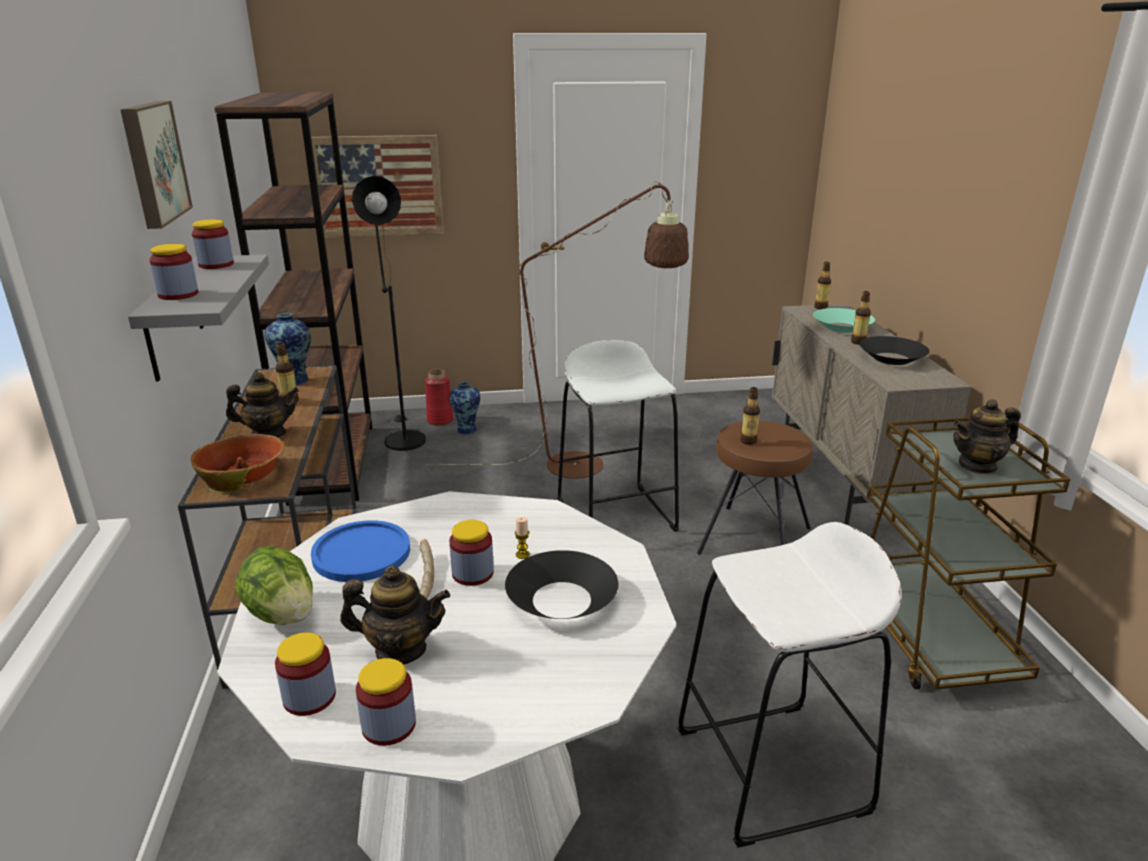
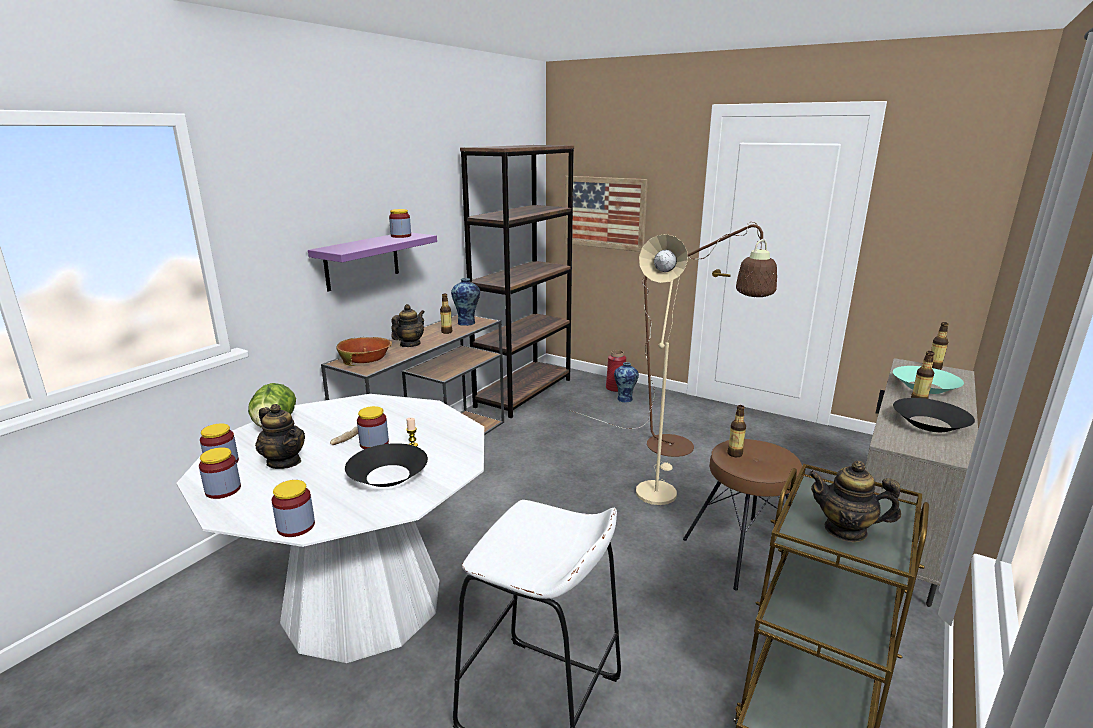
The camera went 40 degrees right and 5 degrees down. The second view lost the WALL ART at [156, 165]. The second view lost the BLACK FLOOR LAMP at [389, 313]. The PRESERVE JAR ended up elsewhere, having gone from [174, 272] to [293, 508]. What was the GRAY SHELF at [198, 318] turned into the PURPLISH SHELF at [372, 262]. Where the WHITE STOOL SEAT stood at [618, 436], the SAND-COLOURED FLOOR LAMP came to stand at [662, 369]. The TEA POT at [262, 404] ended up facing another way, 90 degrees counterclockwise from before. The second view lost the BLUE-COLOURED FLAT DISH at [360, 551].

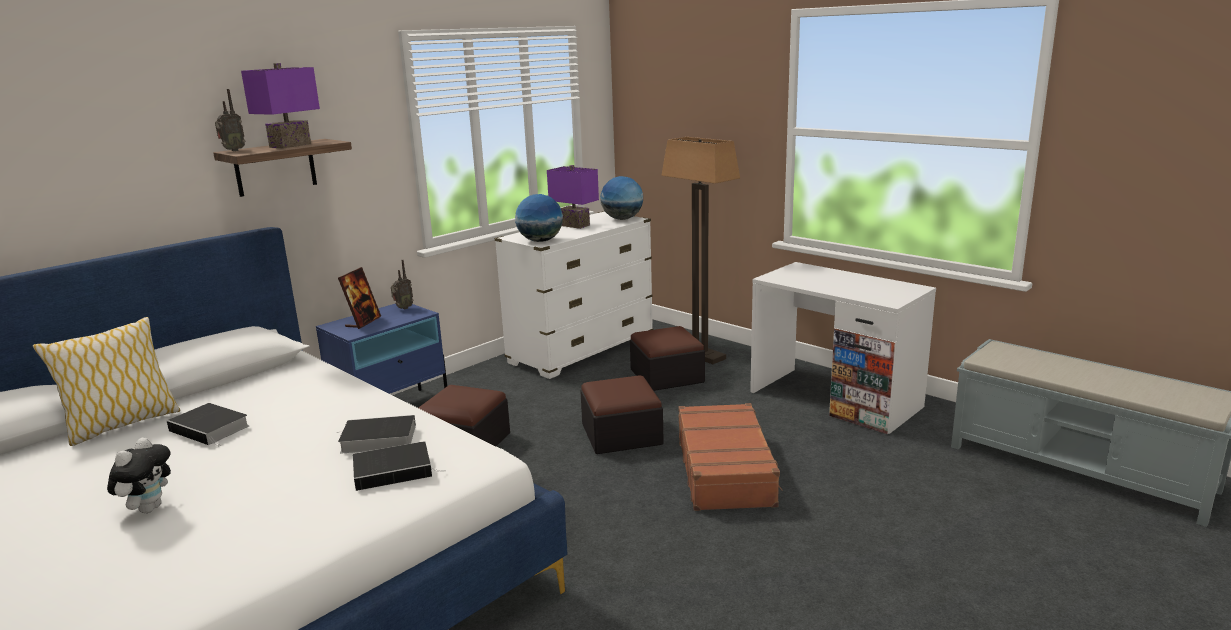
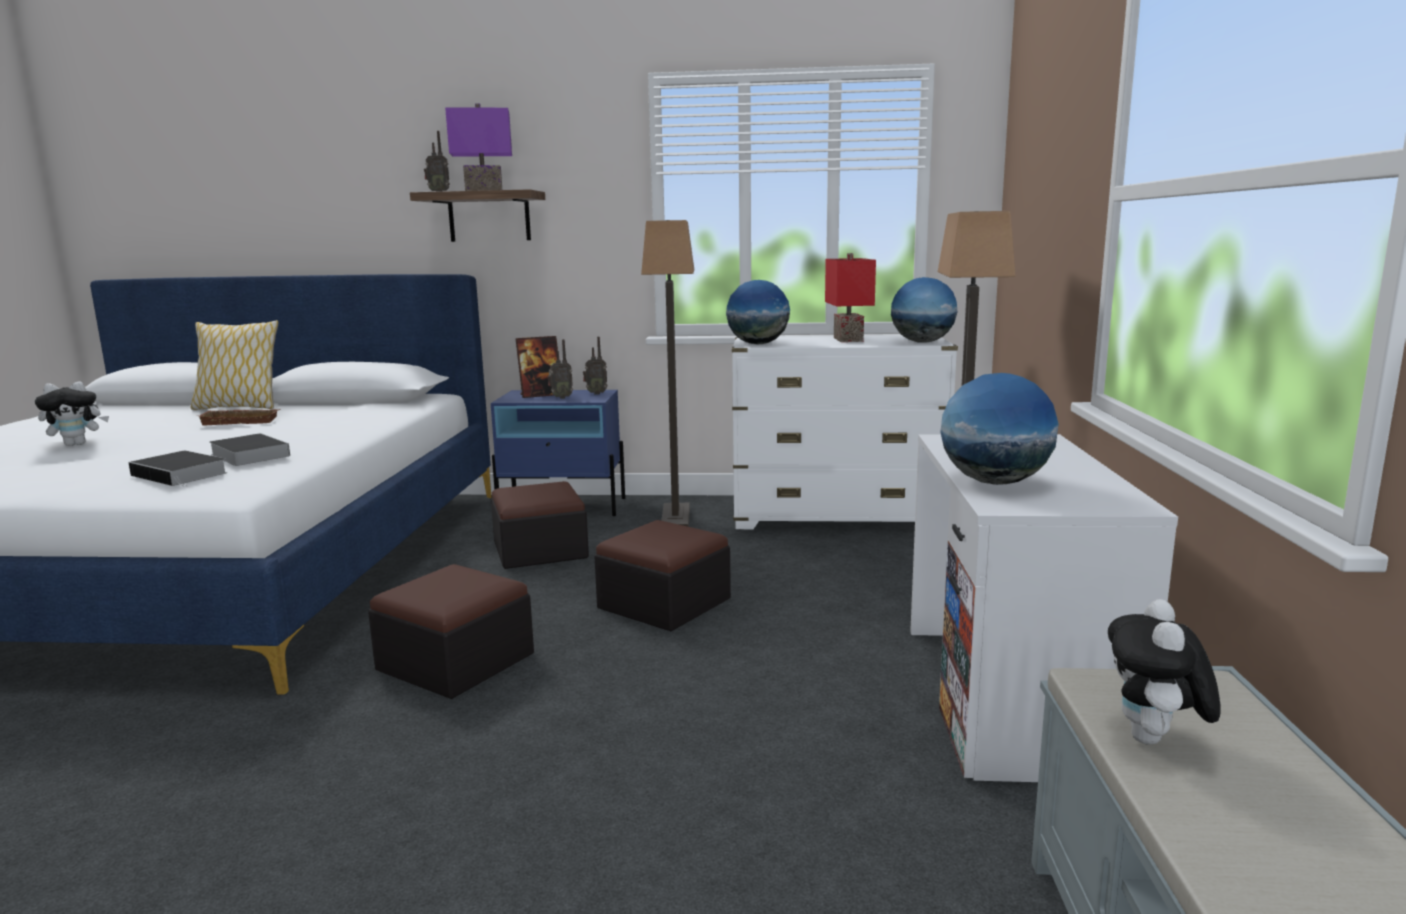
The camera went 50 degrees right and 5 degrees down. What was the PURPLISH TABLE LAMP at [573, 197] turned into the REDDISH TABLE LAMP at [850, 297]. The FOOTREST ended up elsewhere, having gone from [667, 358] to [451, 631]. Where the BOUND BOOK stood at [208, 424], the BROWNISH SERVING TRAY came to stand at [240, 417]. The second view lost the BROWNISH PIECE OF LUGGAGE at [730, 457]. The second view gained the FLOOR LAMP at [667, 373]. The second view gained the RADIO at [560, 369]. The second view gained the GLOBE at [999, 429]. The second view gained the SOFT TOY at [1164, 672].

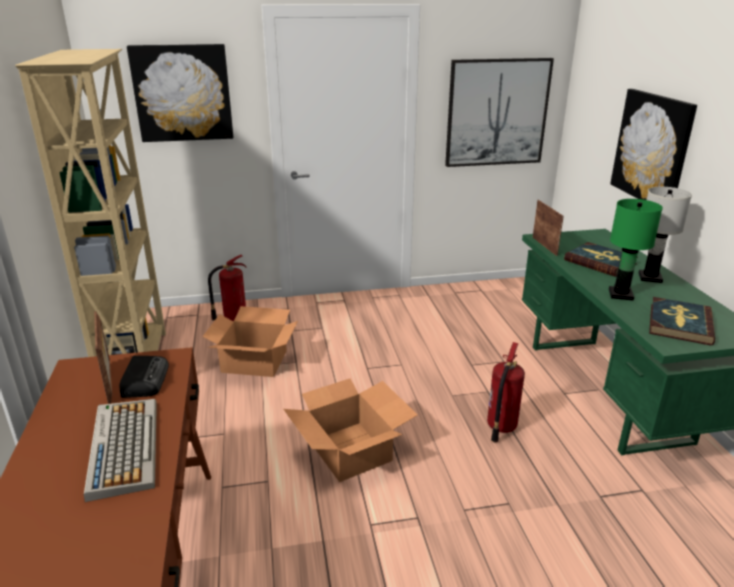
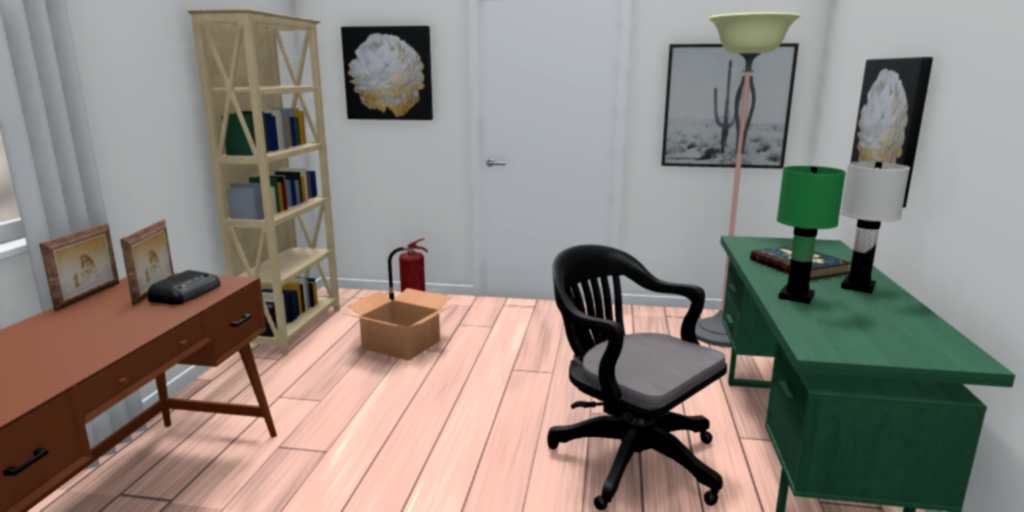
The camera went 20 degrees right and 10 degrees down. The PICTURE FRAME ended up elsewhere, having gone from [548, 228] to [79, 267]. The second view lost the BOUND BOOK at [682, 321]. Where the FIRE-FIGHTING CYLINDER stood at [506, 392], the BLACK COMPUTER CHAIR came to stand at [637, 377]. The second view lost the CARTON at [350, 430]. The second view lost the PC KEYBOARD at [120, 450]. The second view gained the FLOOR LAMP at [748, 179].

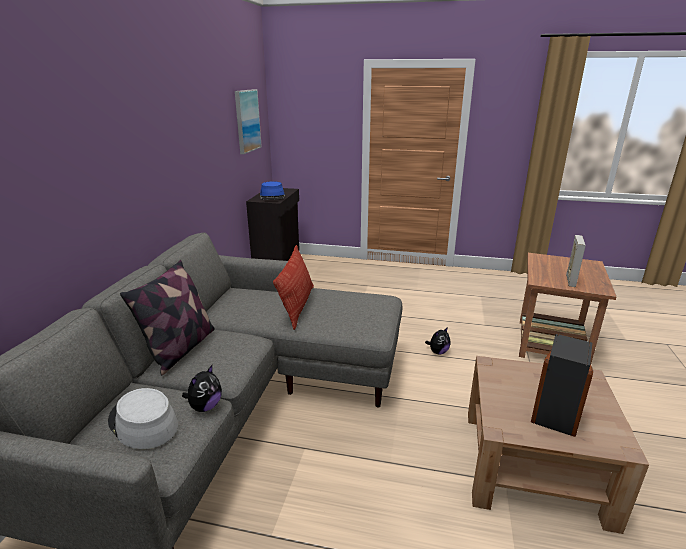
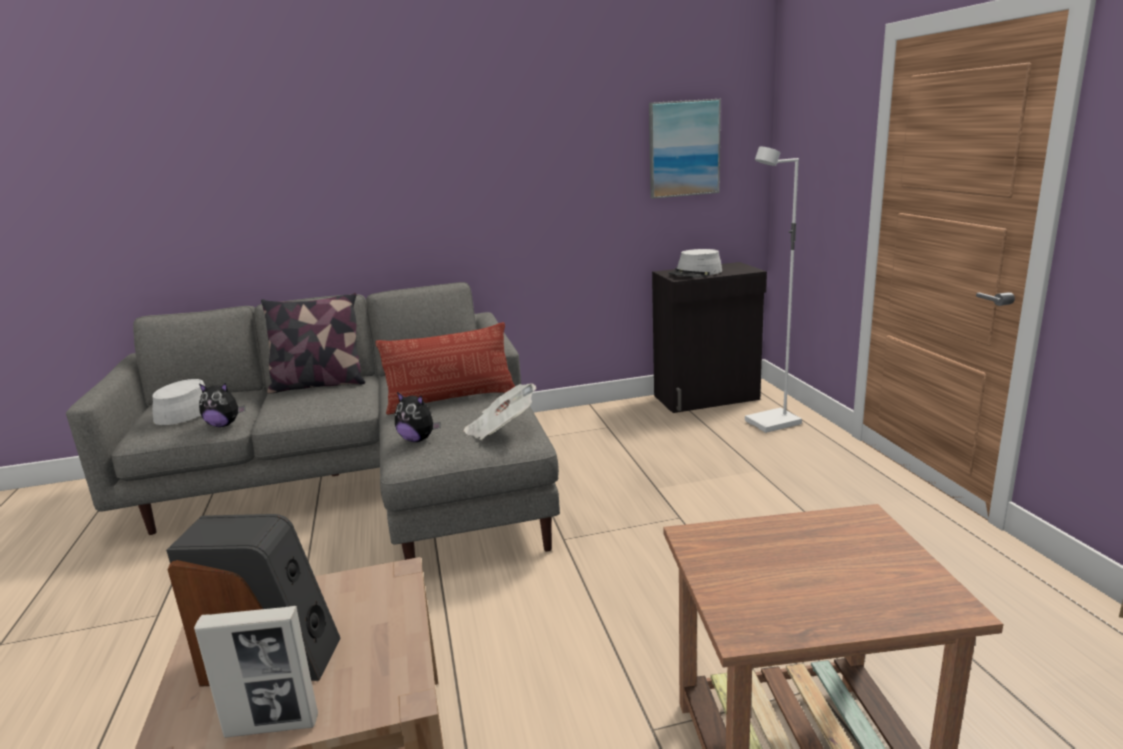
The camera went 65 degrees right and 5 degrees down. What was the BLUE-COLOURED WEARABLE HAT at [272, 190] turned into the GRAY WEARABLE HAT at [695, 263]. The PICTURE FRAME ended up elsewhere, having gone from [576, 261] to [256, 672]. The SOFT TOY ended up elsewhere, having gone from [438, 341] to [418, 417]. The second view gained the WHITE FLOOR LAMP at [773, 290]. The second view gained the NEWSPAPER at [500, 412].

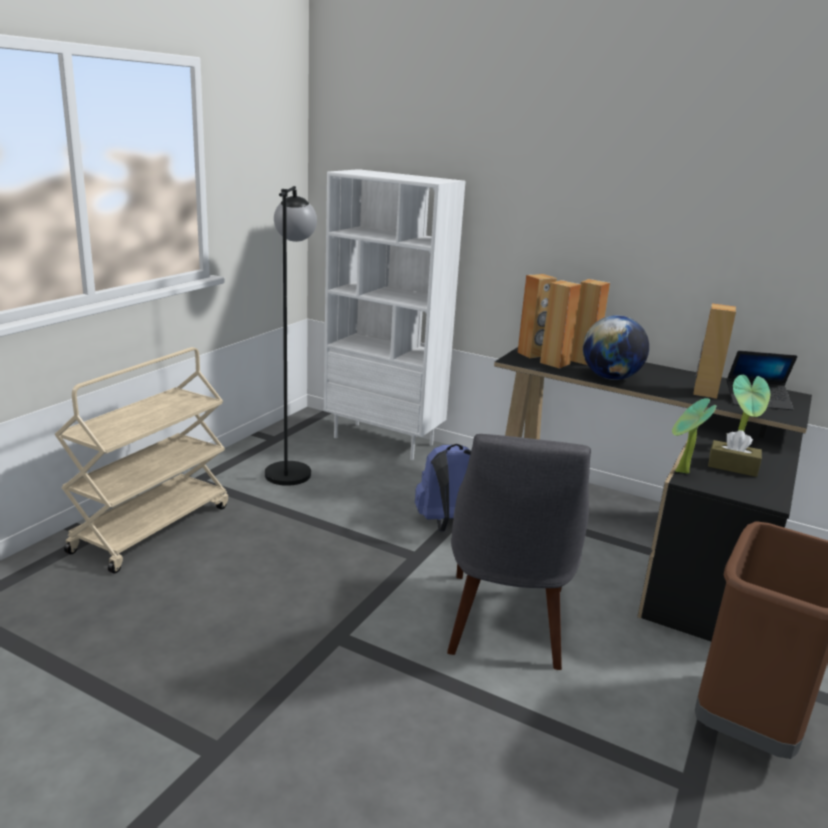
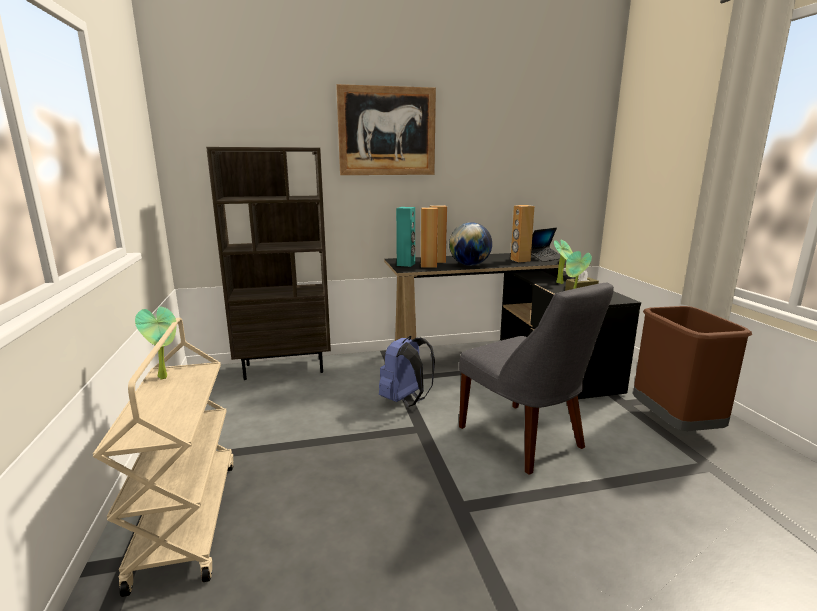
The camera went 40 degrees left and 5 degrees down. What was the WHITE BOOKCASE at [395, 314] turned into the BROWNISH BOOKCASE at [268, 263]. The second view lost the BLACK FLOOR LAMP at [291, 336]. What was the BROWNISH AUDIO SPEAKER at [537, 316] turned into the TURQUOISE-COLOURED AUDIO SPEAKER at [405, 237]. The second view gained the WALL ART at [386, 129]. The second view gained the HOUSEPLANT at [156, 343].

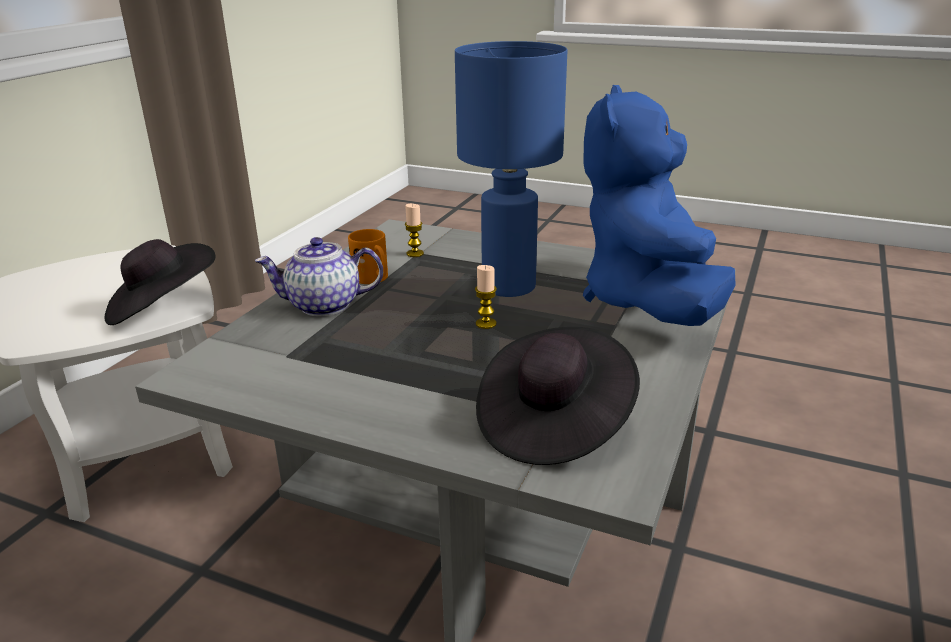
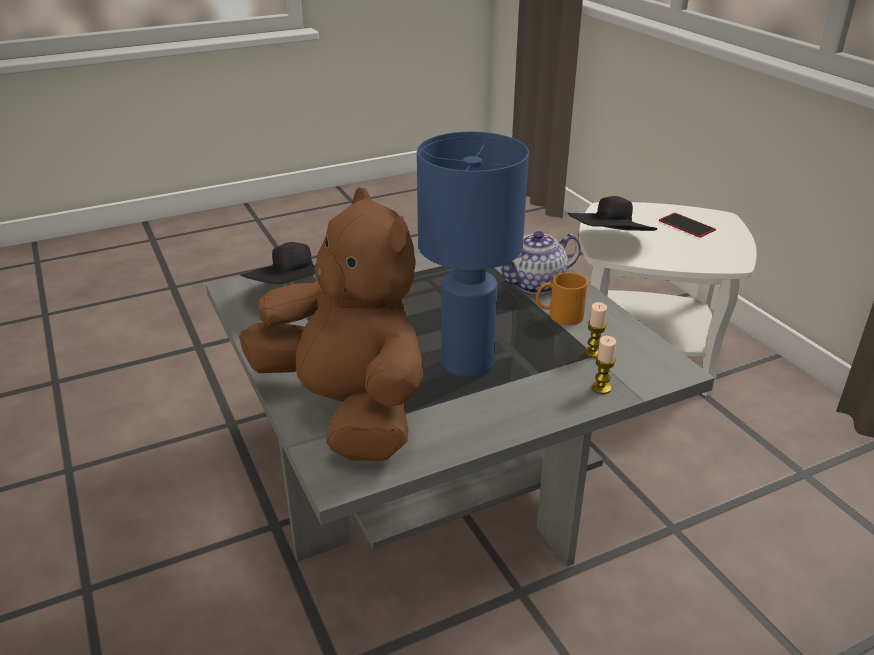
The camera went 130 degrees right and 5 degrees up. What was the BLUE-COLOURED SOFT TOY at [659, 205] turned into the BROWNISH SOFT TOY at [331, 324]. The TEA POT at [319, 276] ended up facing another way, 150 degrees counterclockwise from before. The WAX LIGHT ended up elsewhere, having gone from [486, 297] to [604, 365]. The second view gained the PHONE at [687, 225].

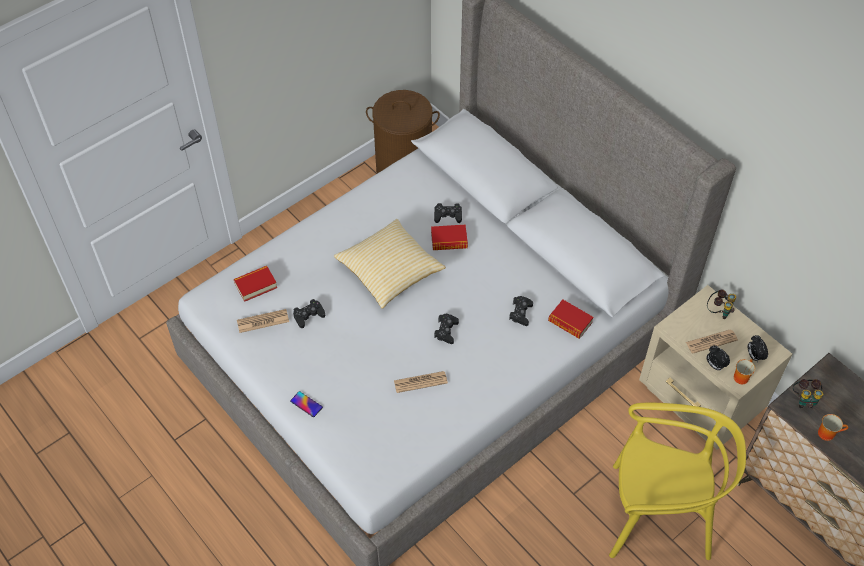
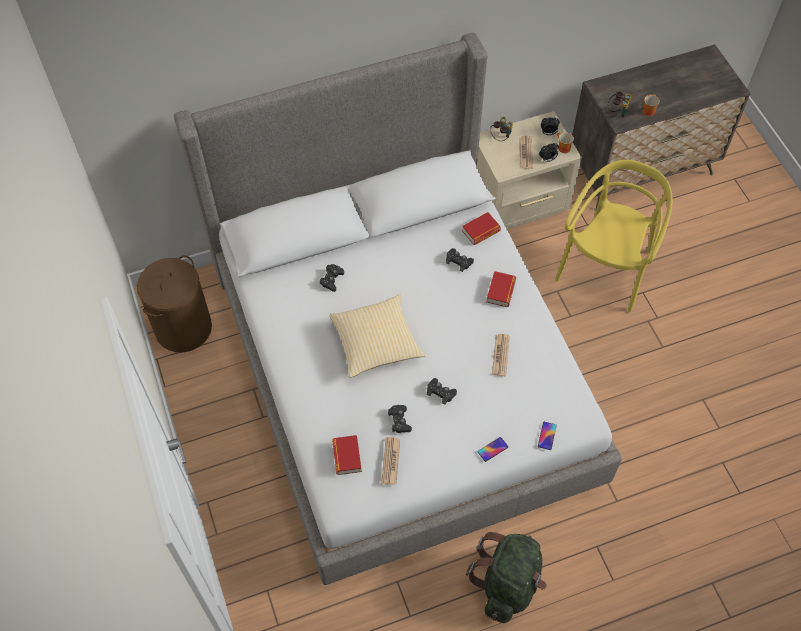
The camera went 70 degrees left and 5 degrees up. The BOUND BOOK ended up elsewhere, having gone from [449, 237] to [501, 289]. The BLACK GAME CONTROLLER ended up elsewhere, having gone from [446, 329] to [442, 391]. The second view gained the PHONE at [547, 436]. The second view gained the GREEN-COLOURED KNAPSACK at [506, 577].

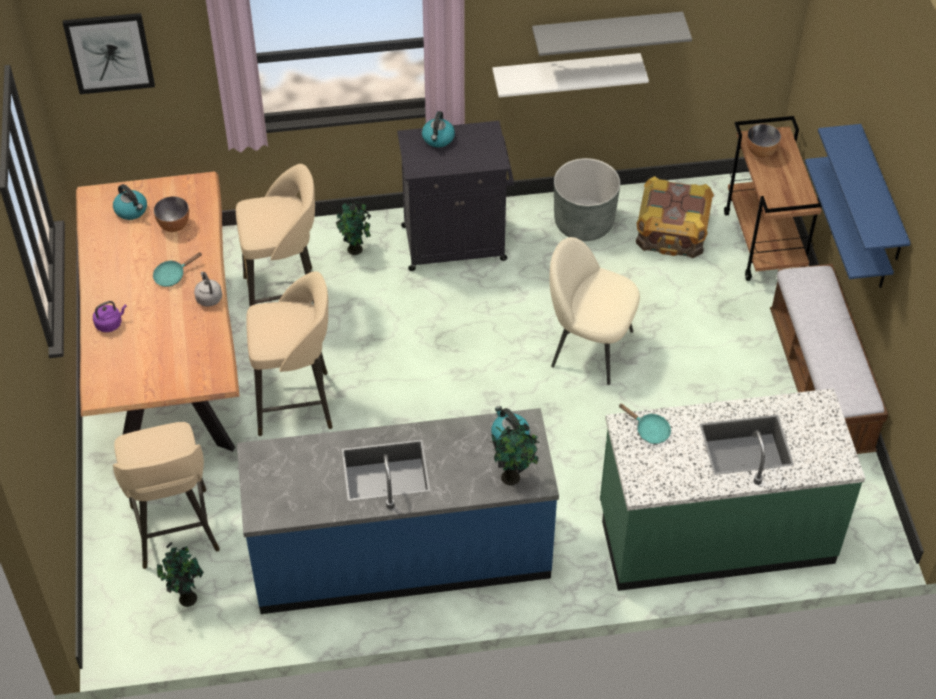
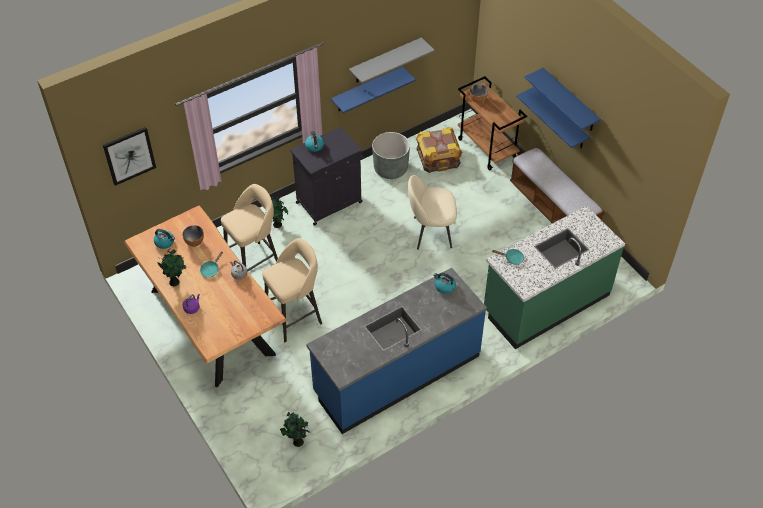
The camera went 25 degrees left and 0 degrees up. What was the WHITE SHELF at [571, 75] turned into the BLUE-COLOURED SHELF at [373, 90]. The HOUSEPLANT ended up elsewhere, having gone from [515, 452] to [171, 267]. The second view lost the SAND-COLOURED STOOL SEAT at [166, 495].

